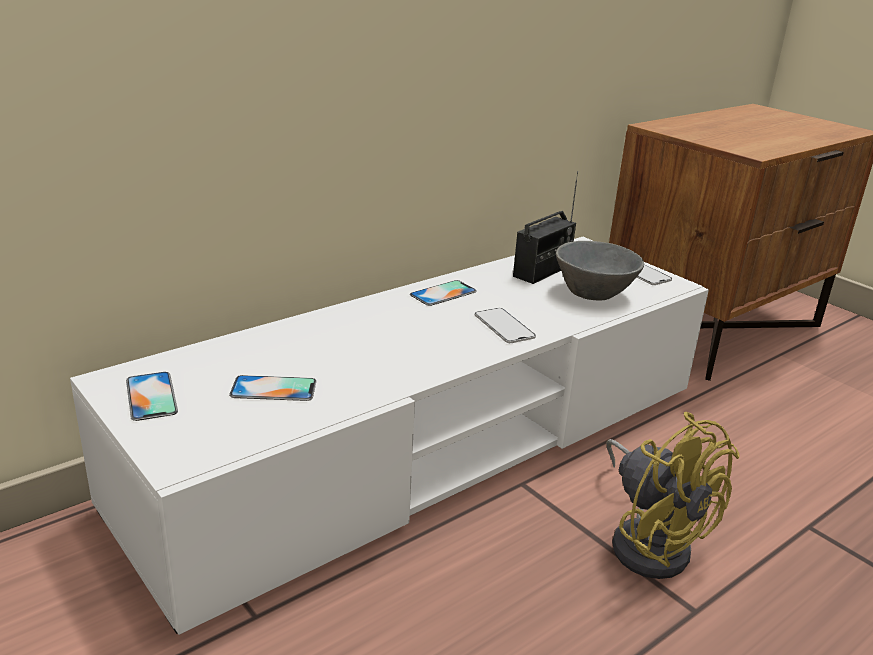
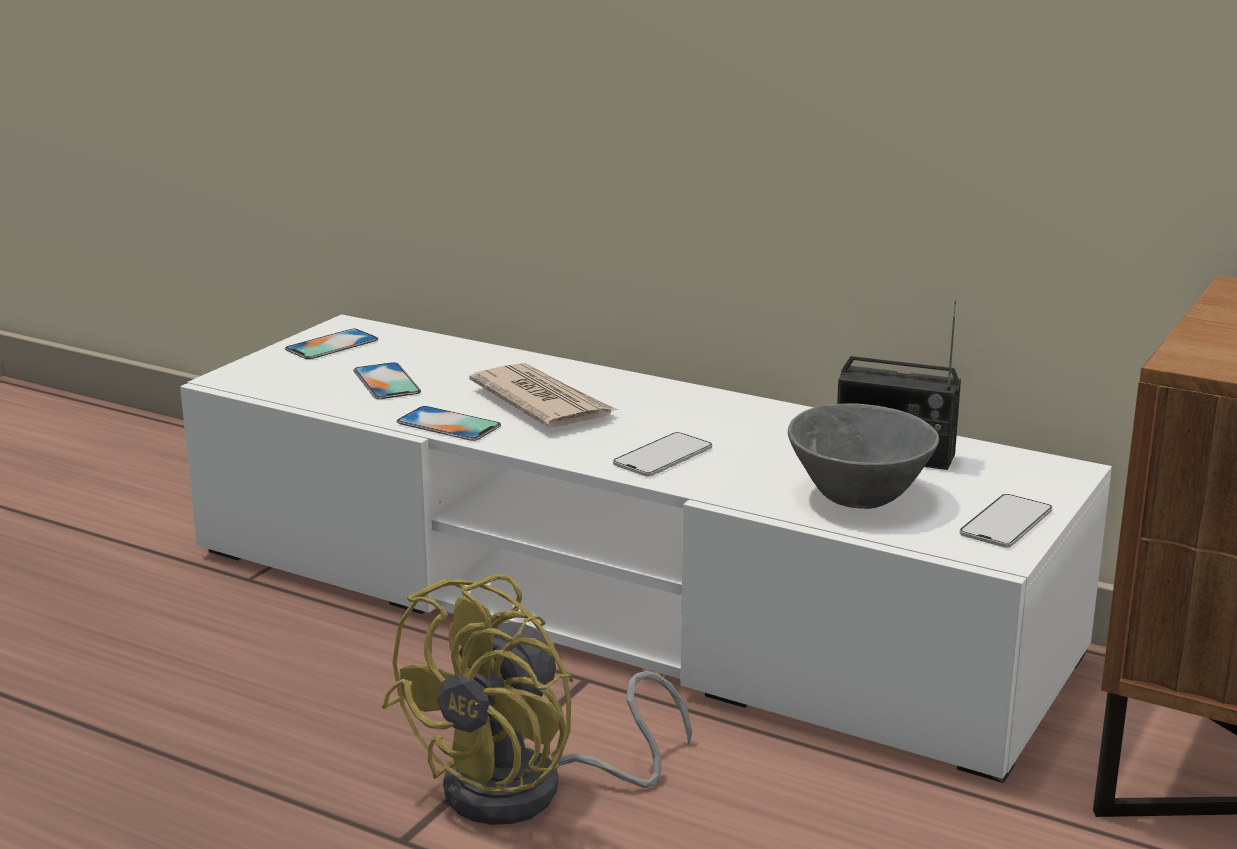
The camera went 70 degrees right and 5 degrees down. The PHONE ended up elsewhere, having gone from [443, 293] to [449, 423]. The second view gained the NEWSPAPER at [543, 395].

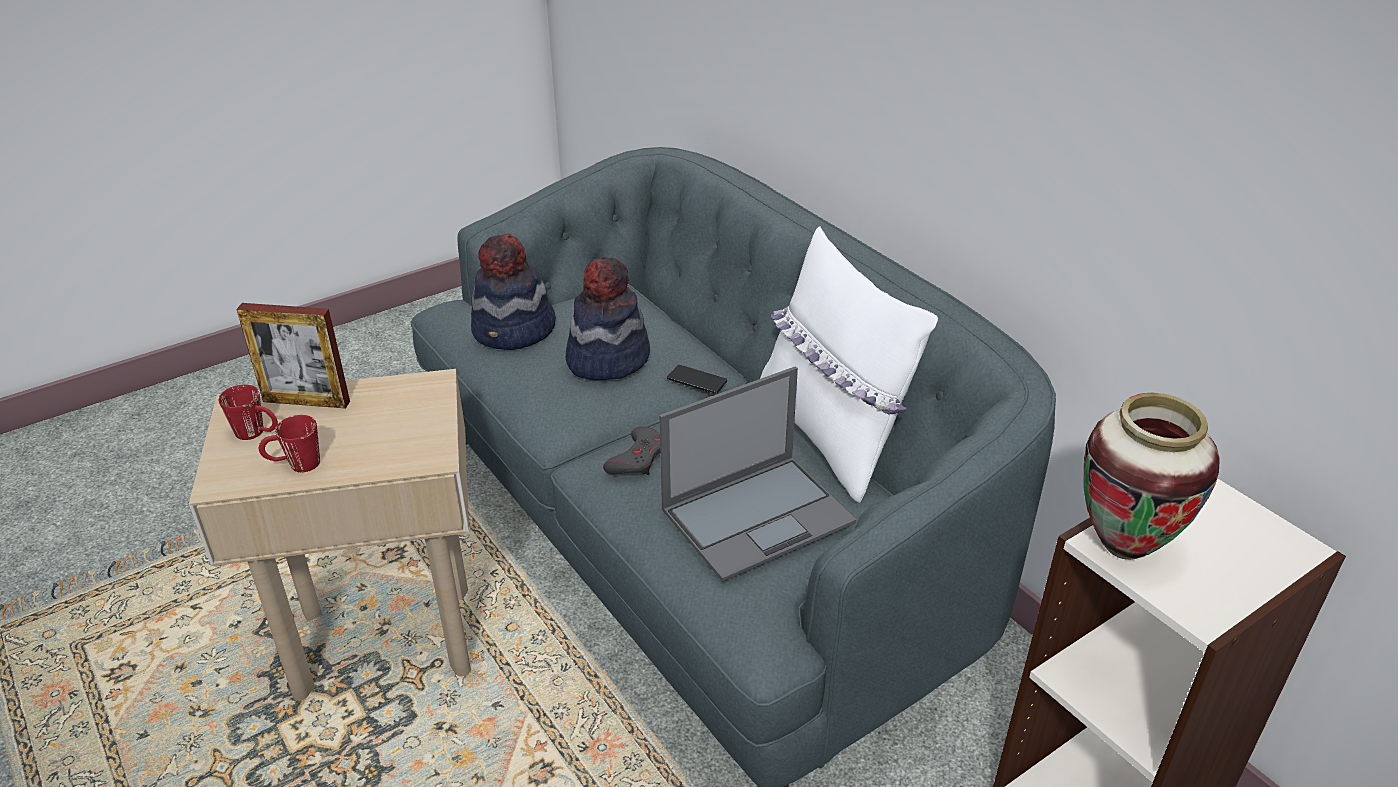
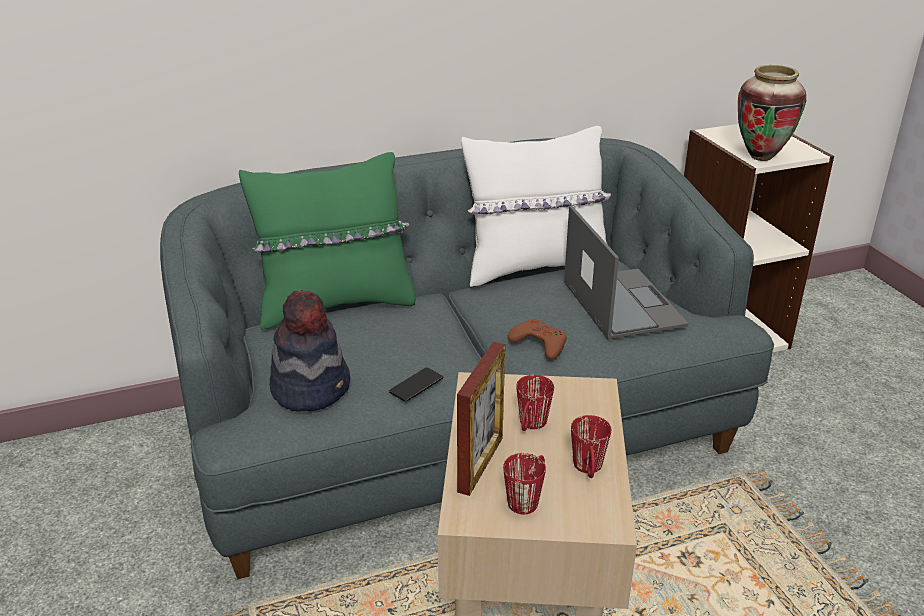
The camera went 75 degrees left and 5 degrees down. The second view lost the WEARABLE HAT at [607, 318]. The PHONE ended up elsewhere, having gone from [697, 379] to [416, 384]. What was the GRAY GAME CONTROLLER at [631, 450] turned into the BROWNISH GAME CONTROLLER at [537, 339]. The second view gained the GREEN-COLOURED PILLOW at [327, 241]. The second view gained the REDDISH COFFEE MUG at [535, 403].

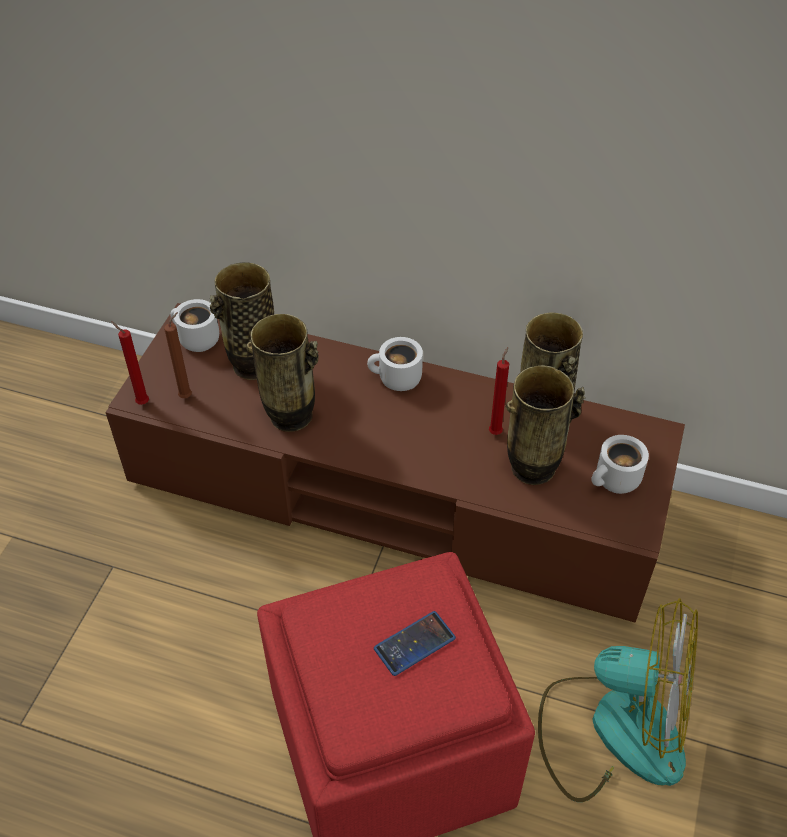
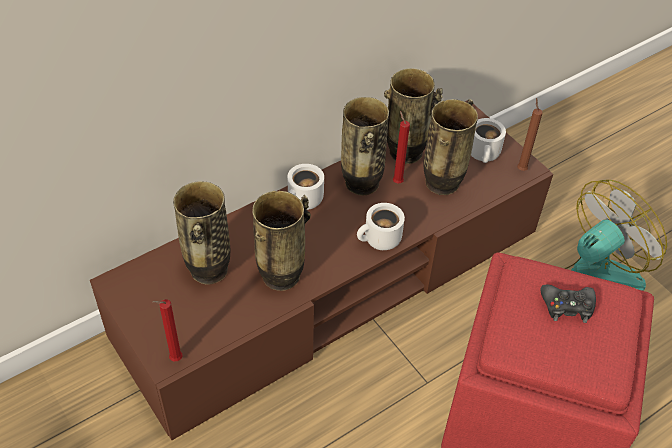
The camera went 55 degrees left and 0 degrees up. The WHITE COFFEE MUG ended up elsewhere, having gone from [194, 325] to [381, 226]. The BROWNISH WAX LIGHT ended up elsewhere, having gone from [178, 355] to [530, 134]. Where the PHONE stood at [415, 643], the BLACK GAME CONTROLLER came to stand at [568, 304]. The second view gained the VASE at [365, 146].

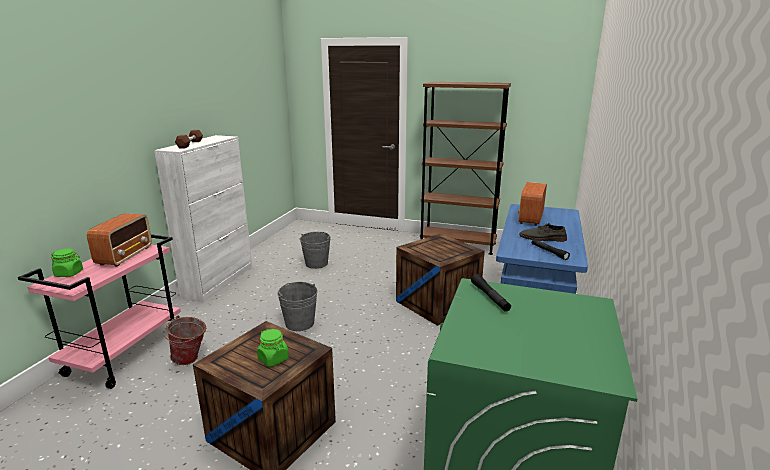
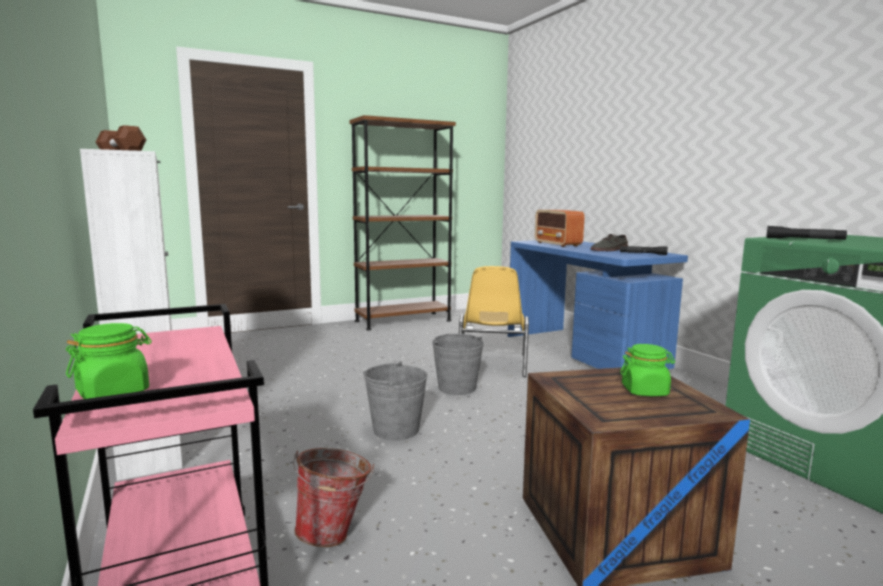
The camera went 45 degrees left and 10 degrees down. The second view lost the RADIO at [119, 240]. The GRAY BUCKET ended up elsewhere, having gone from [315, 250] to [458, 364]. Where the SHIPPING CRATE stood at [440, 280], the YELLOWISH CHAIR came to stand at [494, 321].

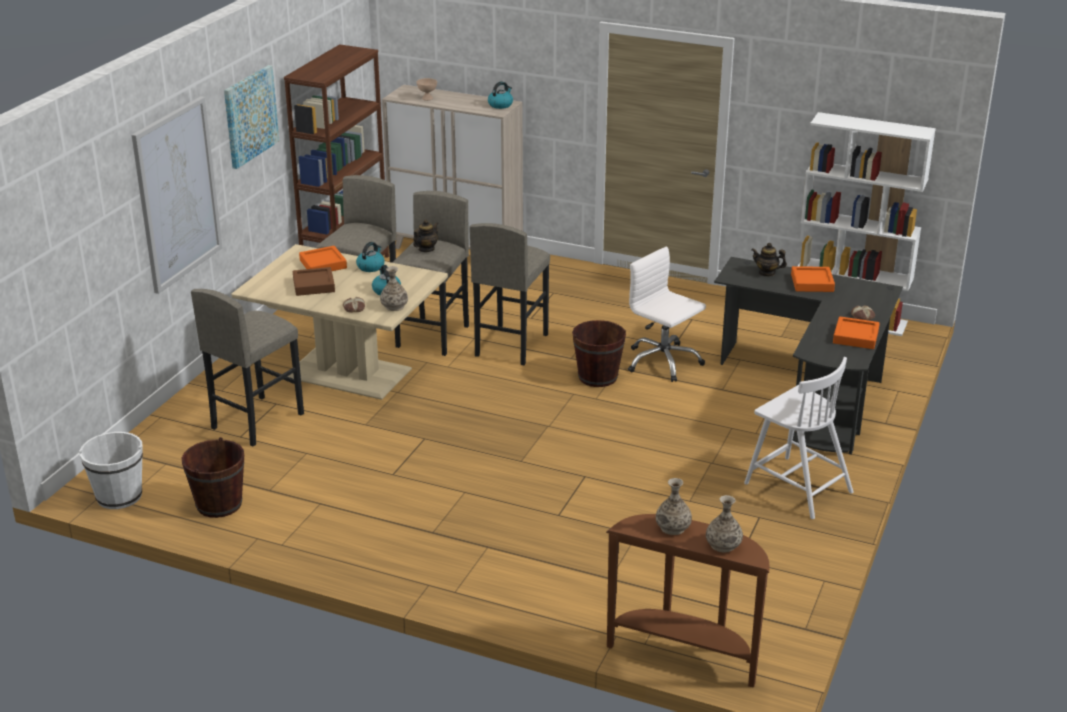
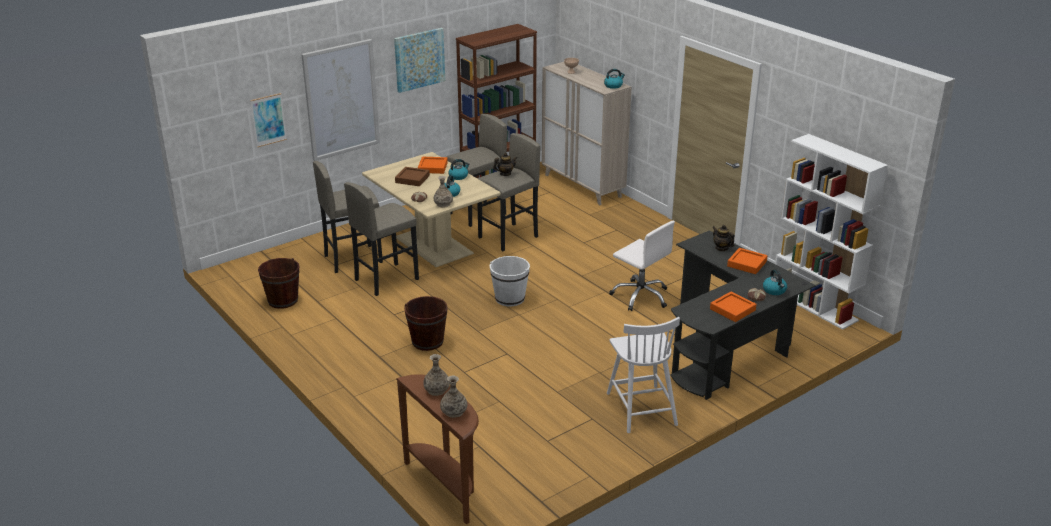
The camera went 30 degrees right and 0 degrees up. The GRAY STOOL SEAT ended up elsewhere, having gone from [509, 294] to [381, 239]. The WHITE COMPUTER CHAIR at [667, 314] ended up facing another way, 150 degrees clockwise from before. The BROWNISH BUCKET ended up elsewhere, having gone from [599, 353] to [426, 323]. The WHITE BUCKET ended up elsewhere, having gone from [111, 470] to [510, 281]. The second view gained the WALL ART at [268, 120]. The second view gained the KETTLE at [775, 282].

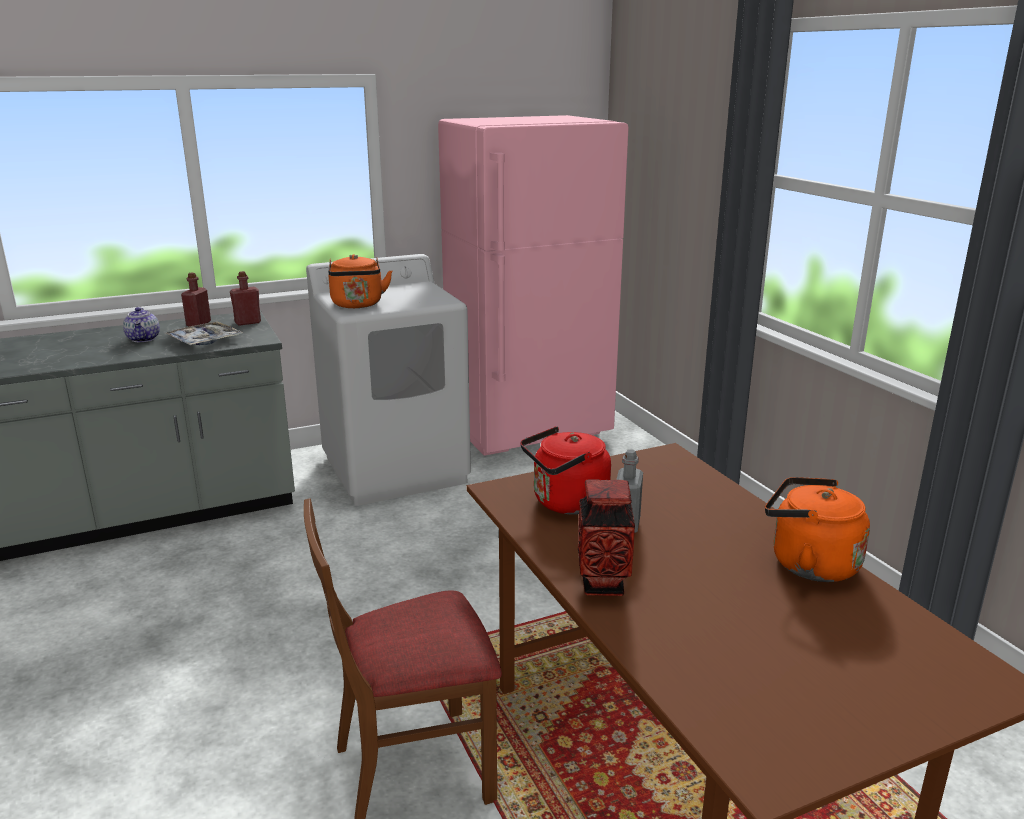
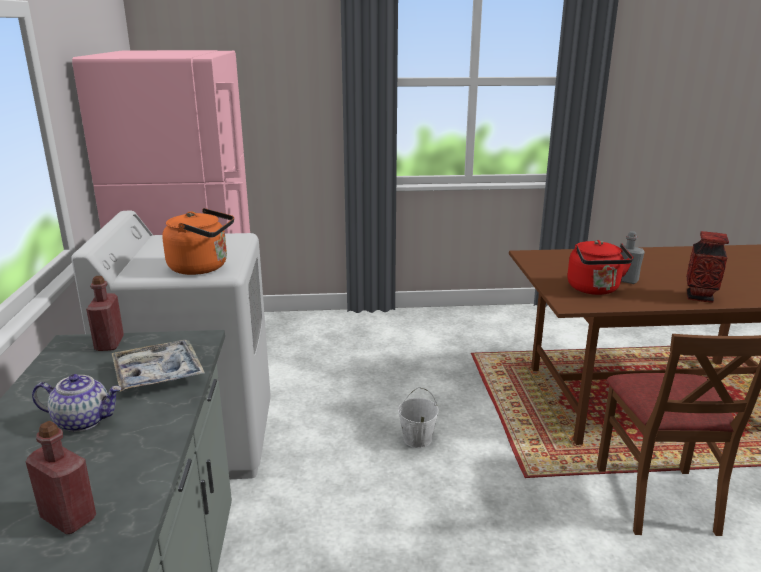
The camera went 70 degrees left and 0 degrees up. The REDDISH BEVERAGE BOTTLE ended up elsewhere, having gone from [196, 300] to [60, 477]. The second view lost the ORANGE-COLOURED KETTLE at [817, 529]. The second view gained the WHITE BUCKET at [418, 417].

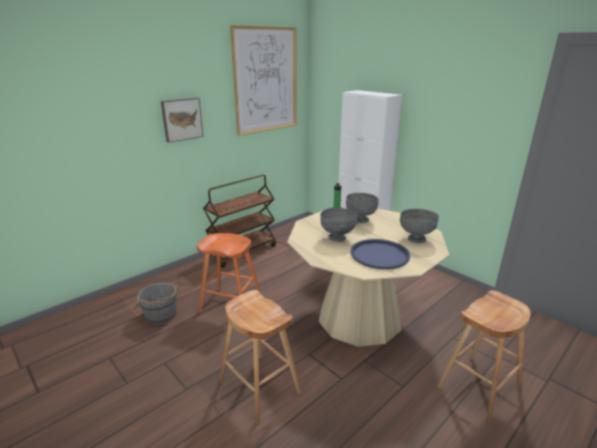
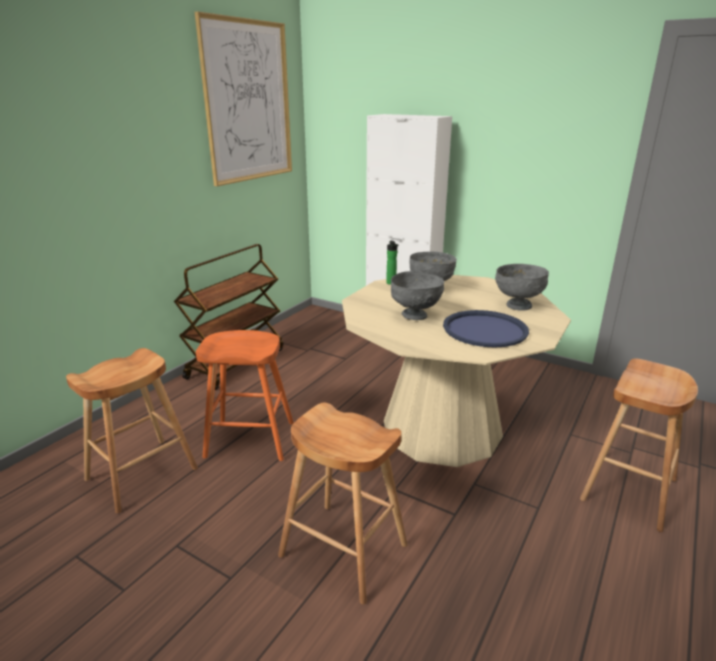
The camera went 15 degrees left and 0 degrees up. The second view lost the WALL ART at [182, 120]. Where the GRAY BUCKET stood at [157, 304], the BROWNISH STOOL SEAT came to stand at [132, 430].

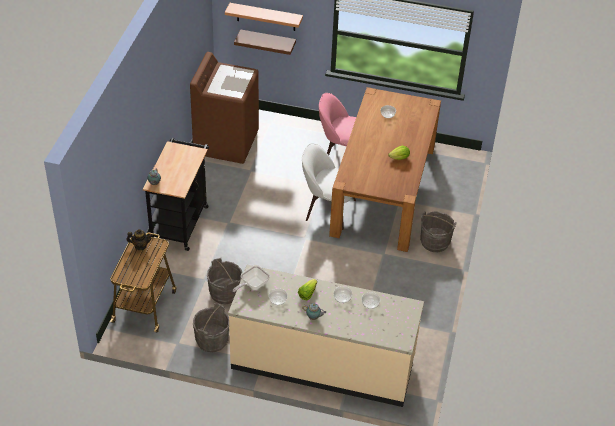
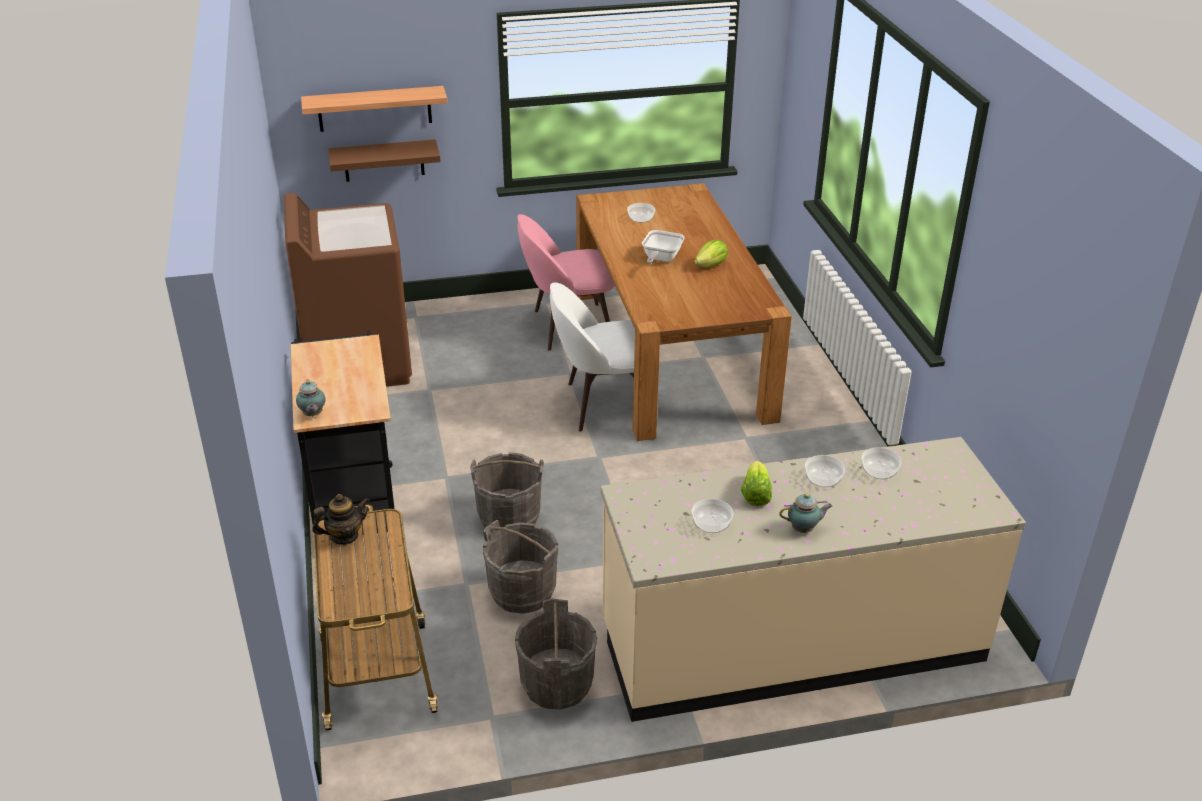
The camera went 25 degrees left and 10 degrees down. The GRAY BUCKET ended up elsewhere, having gone from [438, 231] to [507, 490]. The SKILLET ended up elsewhere, having gone from [251, 278] to [663, 247].

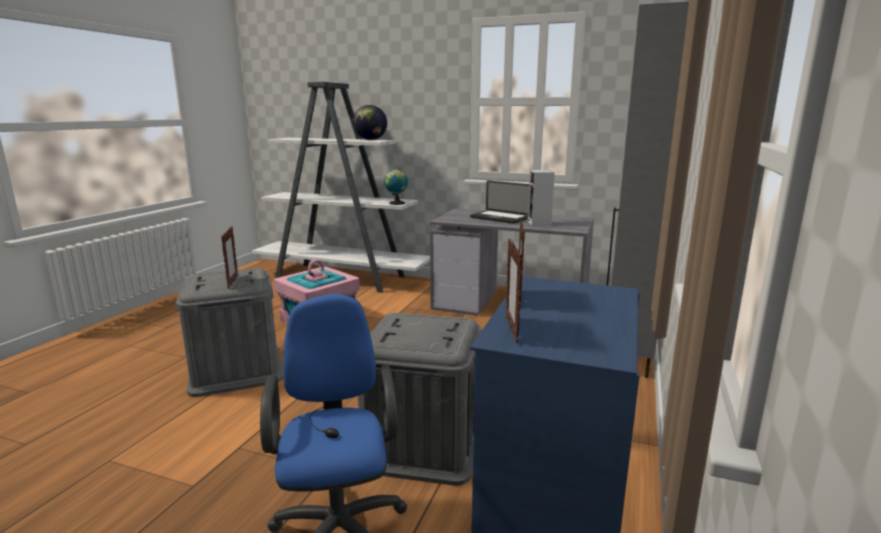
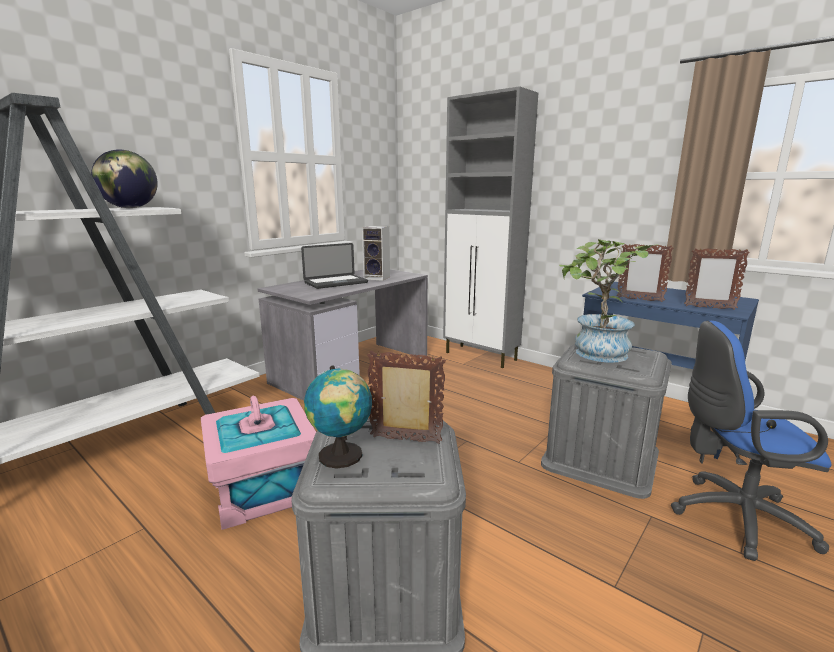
The camera went 70 degrees left and 0 degrees up. The GLOBE ended up elsewhere, having gone from [396, 187] to [338, 417]. The second view gained the HOUSEPLANT at [609, 301].

